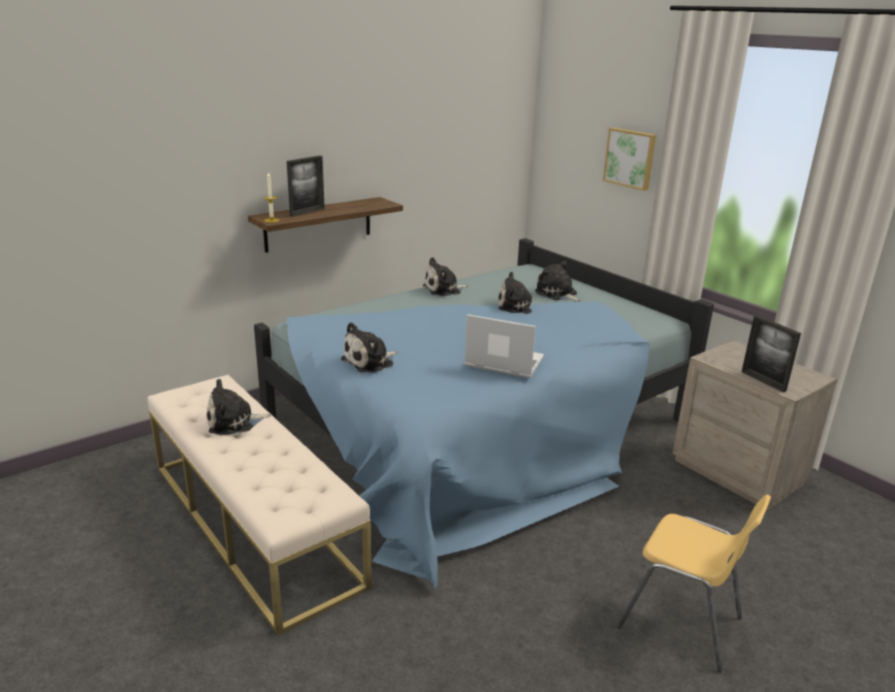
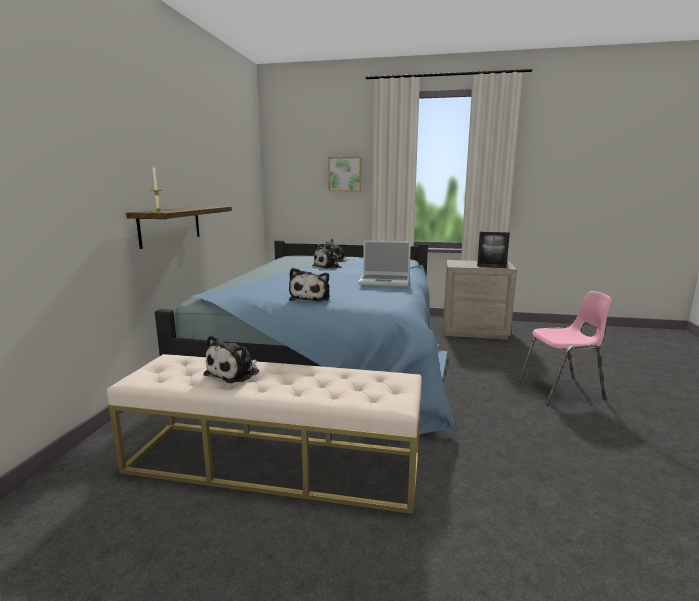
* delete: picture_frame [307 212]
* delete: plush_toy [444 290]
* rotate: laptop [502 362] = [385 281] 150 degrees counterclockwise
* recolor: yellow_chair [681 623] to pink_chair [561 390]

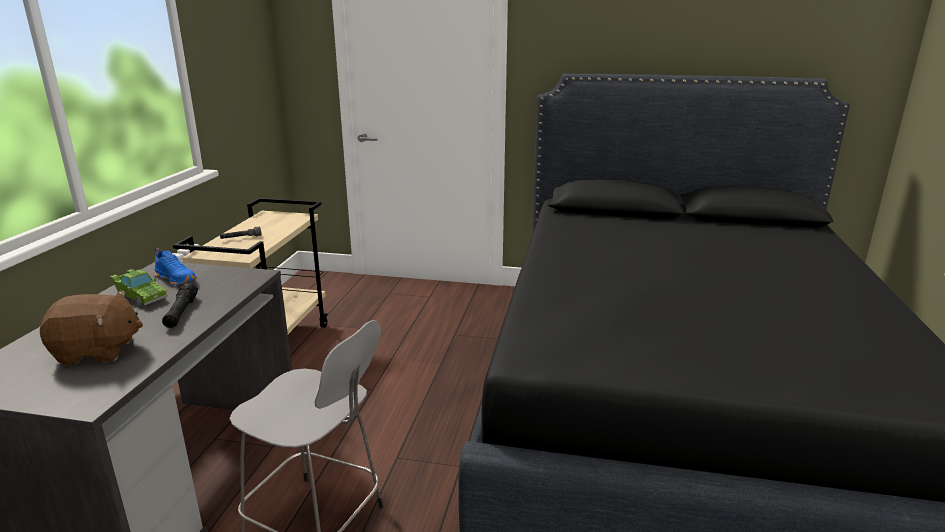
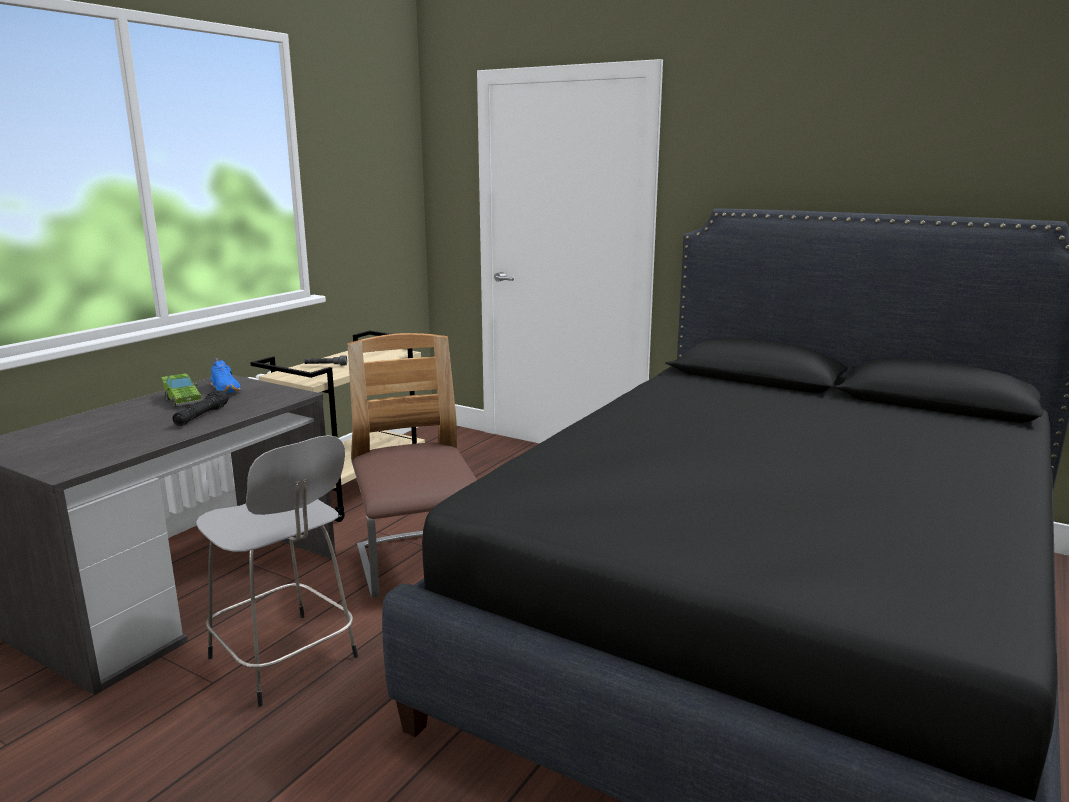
* delete: brown_plush_toy [97 351]
* insert: chair [418 566]

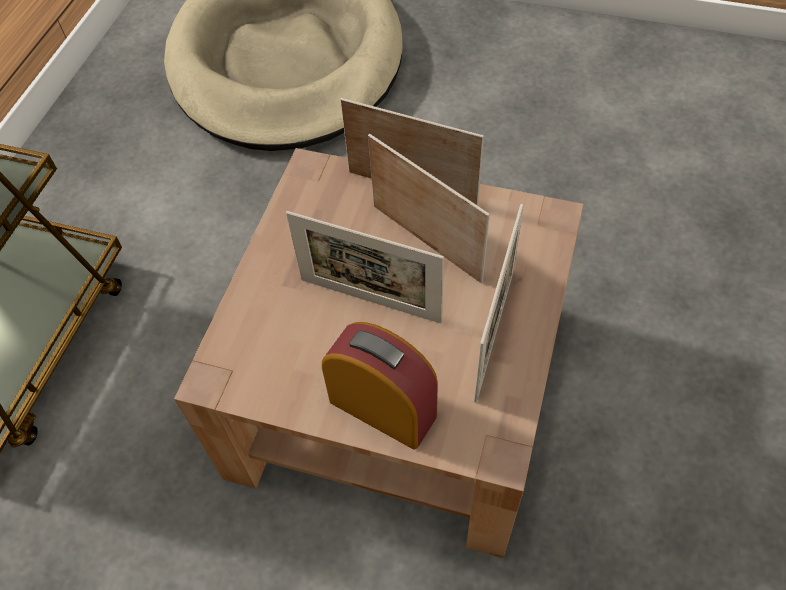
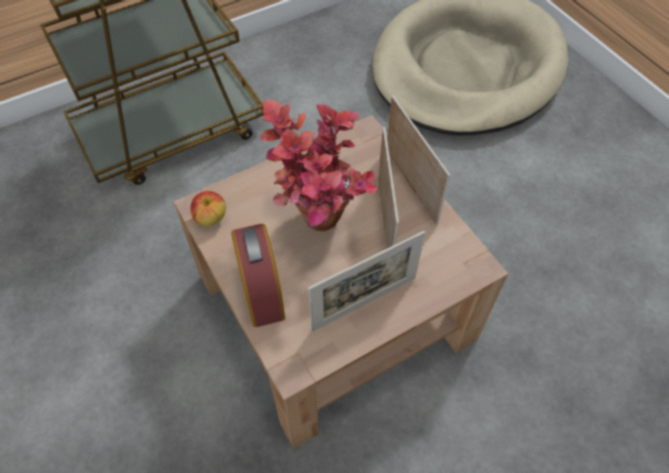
* replace: picture_frame [370 300] to potted_plant [318 229]
* insert: apple [210 218]

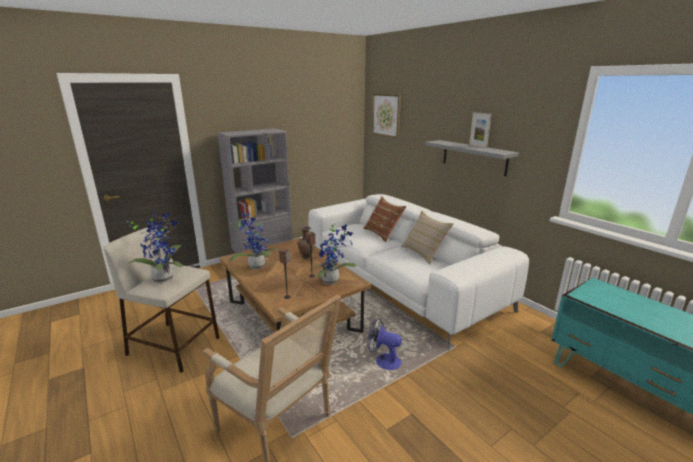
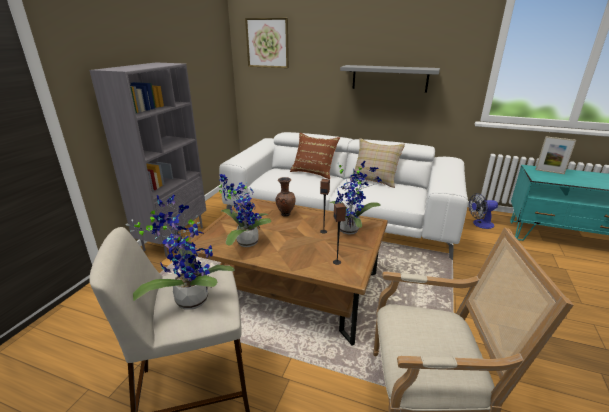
* move: picture_frame [477 146] to [549 172]
* move: fan [383 360] to [480 224]

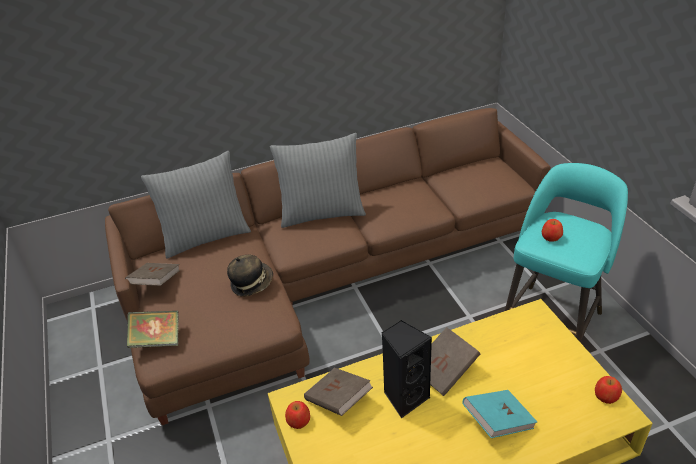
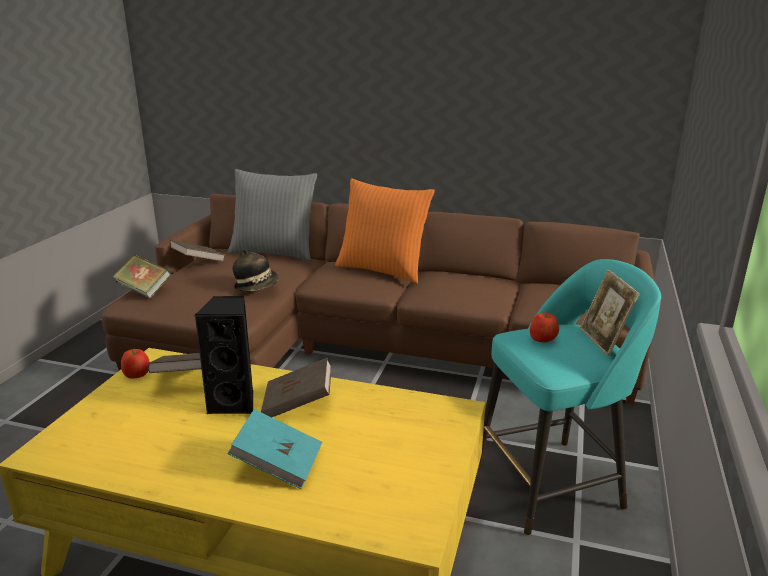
* recolor: grey_pillow [322 213] to orange_pillow [383 269]
* delete: apple [606 396]
* insert: picture_frame [603 341]

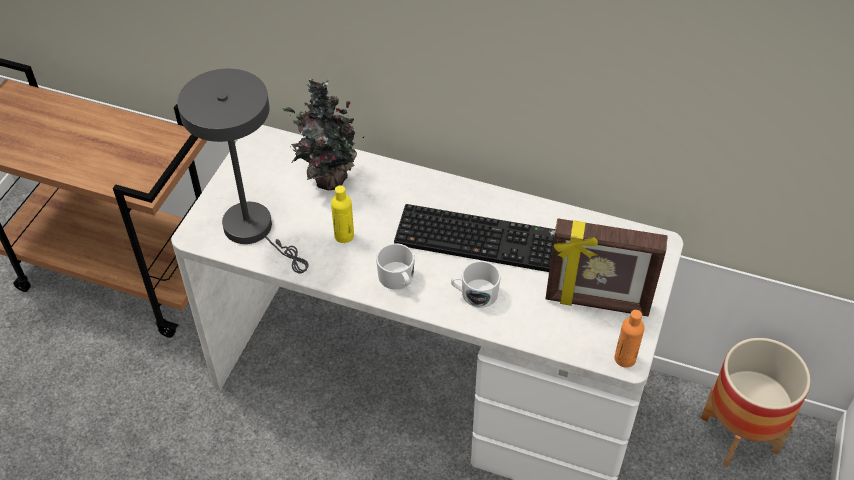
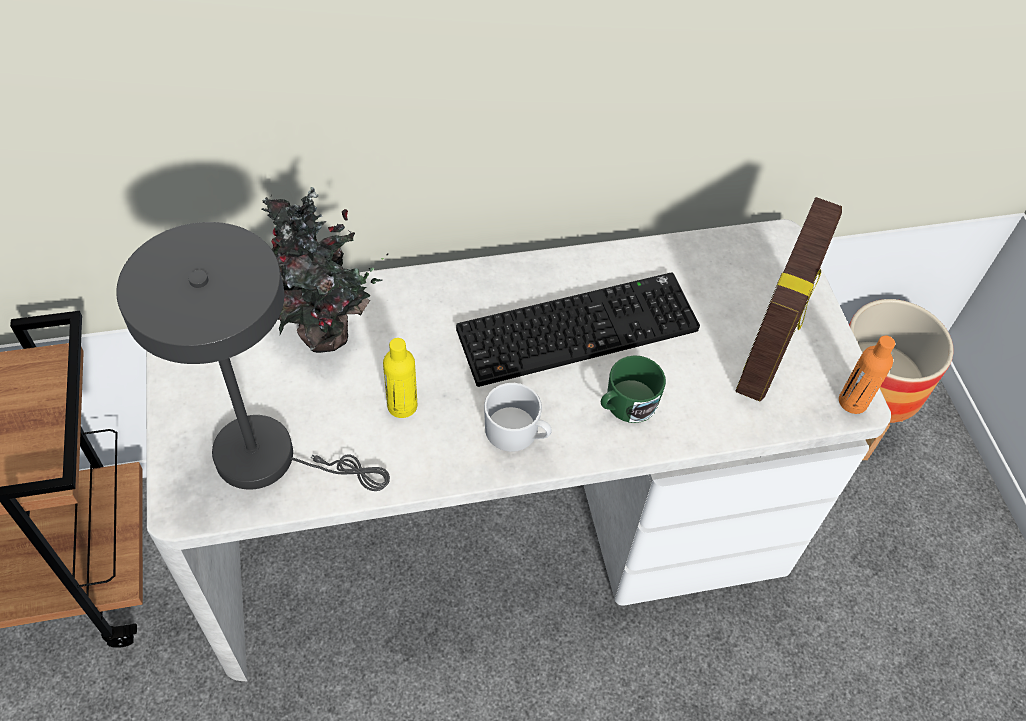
* rotate: picture_frame [597 303] = [771 347] 45 degrees counterclockwise
* recolor: white_mug [474 294] to green_mug [625 405]

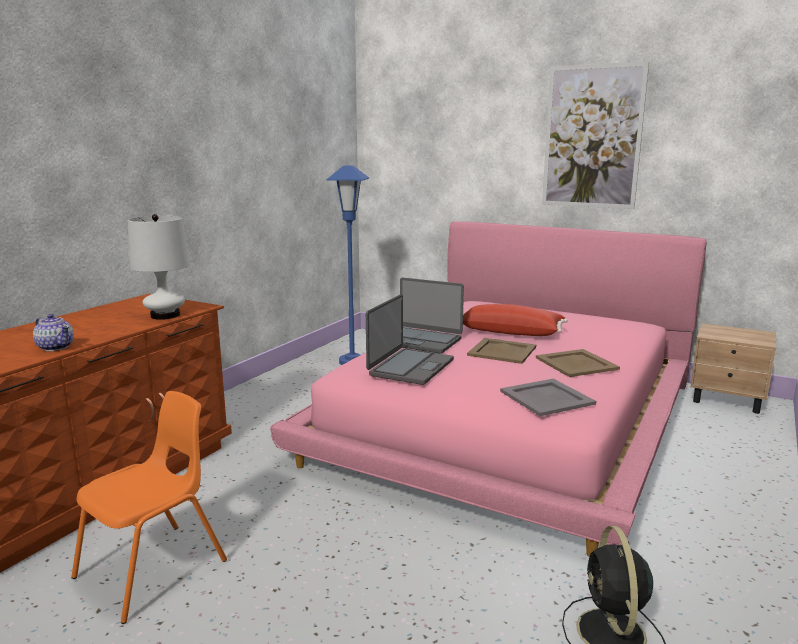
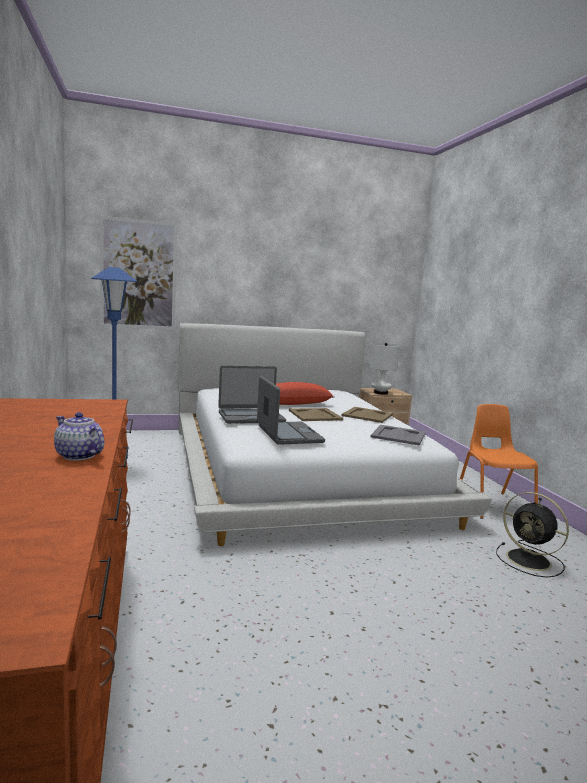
* move: picture [592 137] to [138 274]
* move: white_table_lamp [165 315] to [381 393]
* recolor: pink_bed [509 418] to white_bed [298 470]
* rotate: teapot [55 347] = [79 455] 135 degrees counterclockwise
* move: orange_chair [154 569] to [493 505]

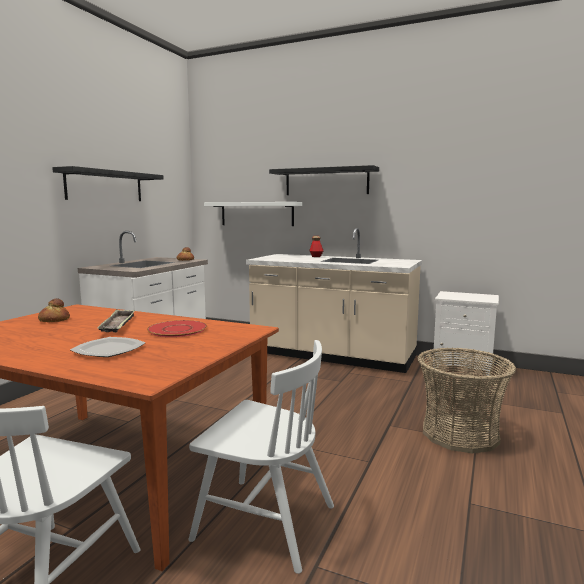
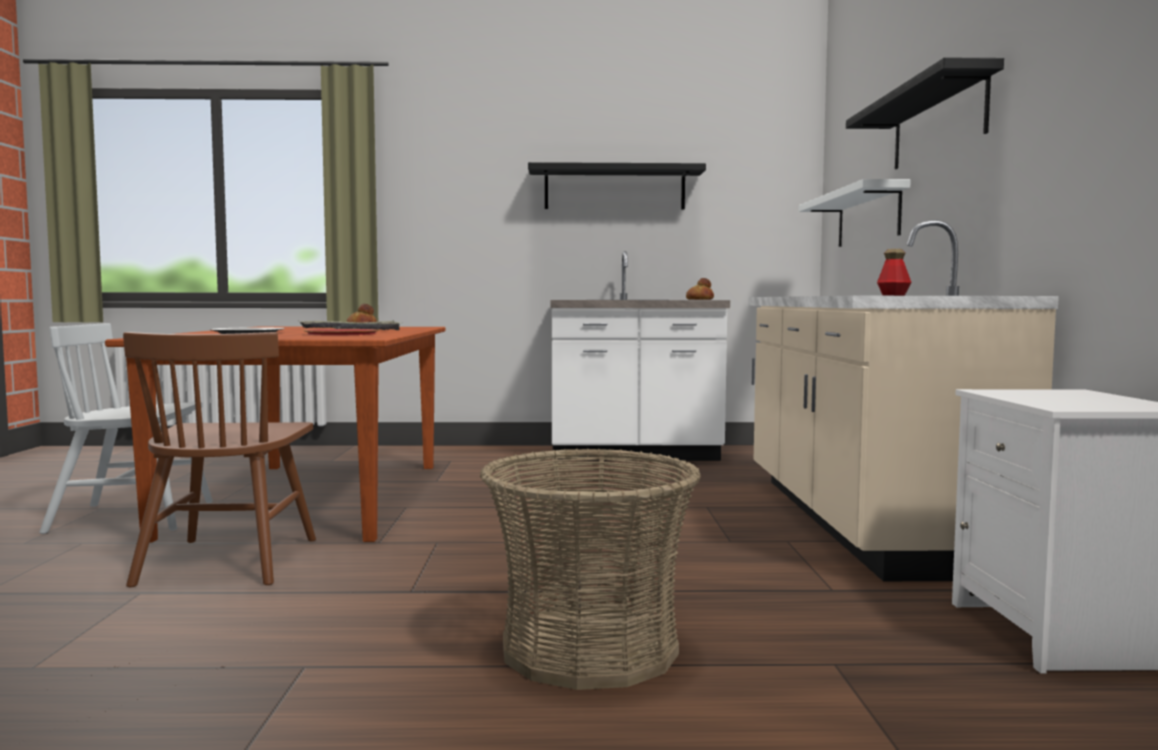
* recolor: white_chair [264 522] to brown_chair [228 561]

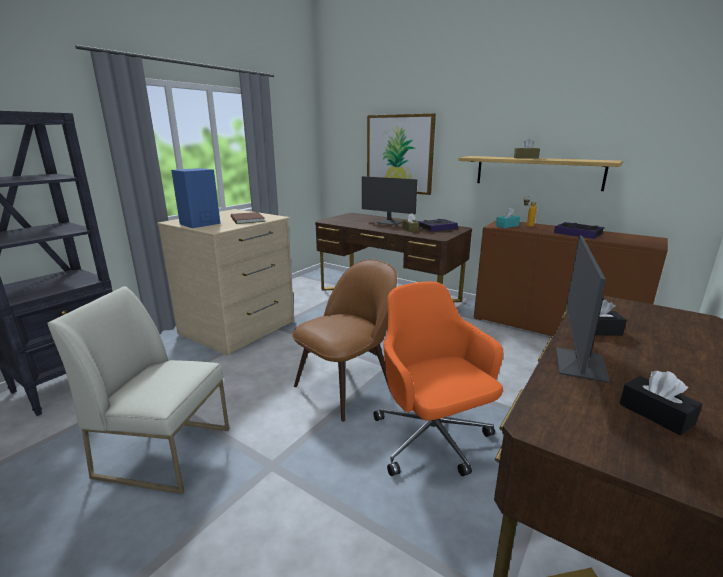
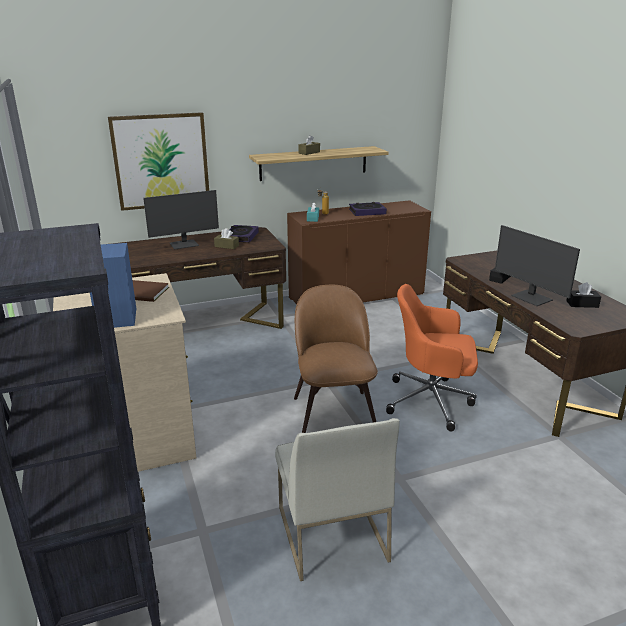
* rotate: white_chair [166 451] = [330 533] 60 degrees counterclockwise

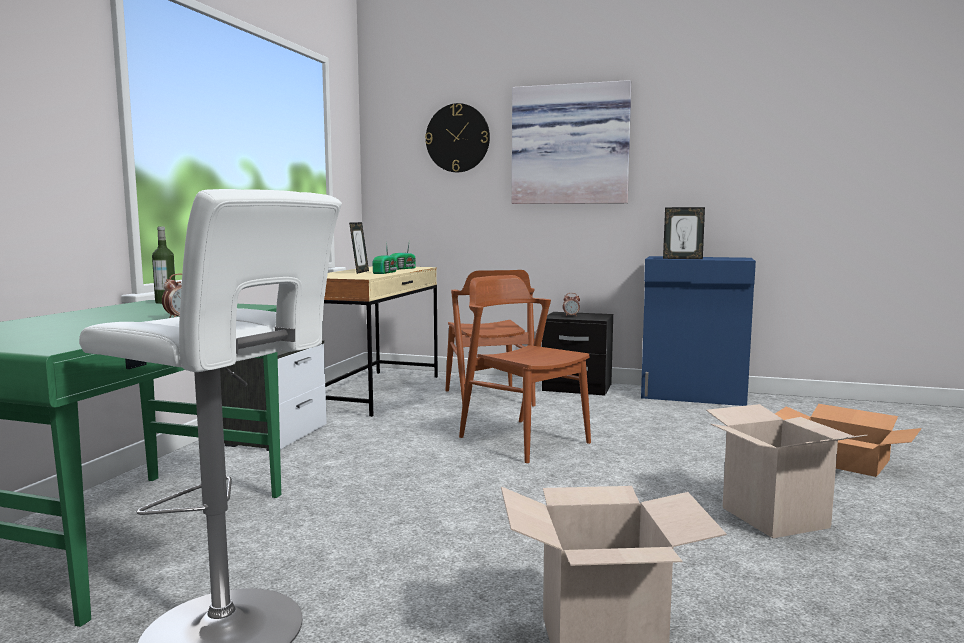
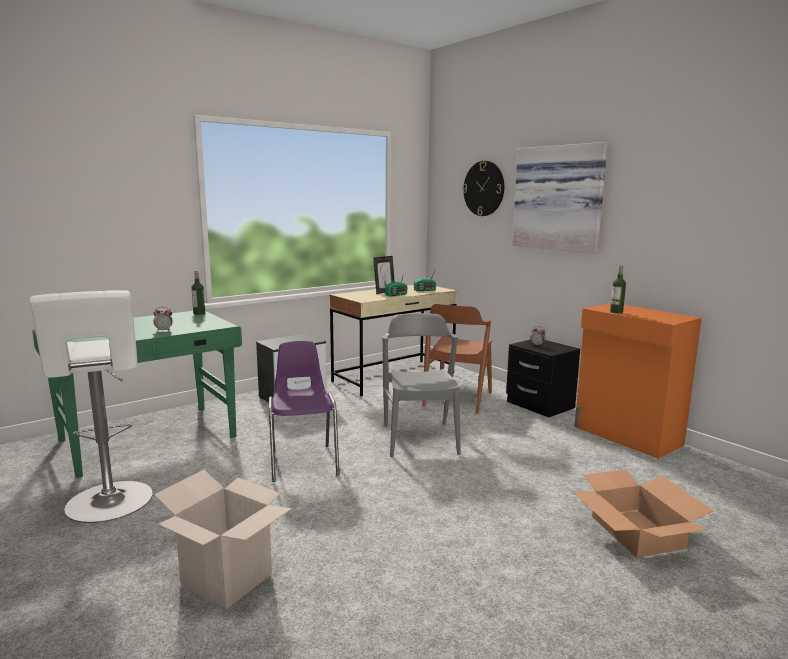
* replace: picture_frame [682 258] to bottle [616 312]
* recolor: blue_cabinet [693 396] to orange_cabinet [627 436]
* recolor: brown_chair [523 440] to grey_chair [420 439]
* delete: cardboard_box [774 517]
* insert: purple_chair [303 462]

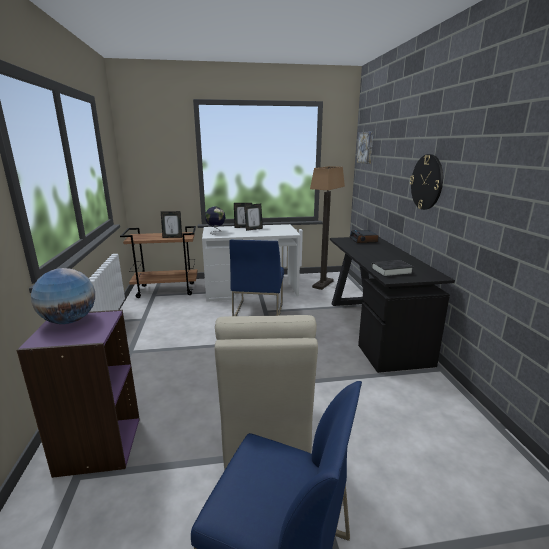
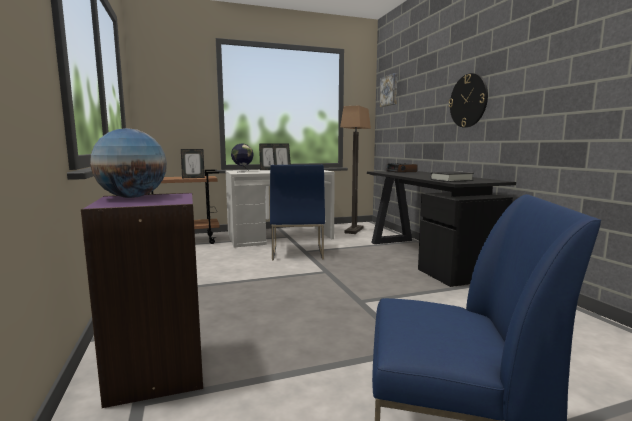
* delete: beige_chair [265 436]

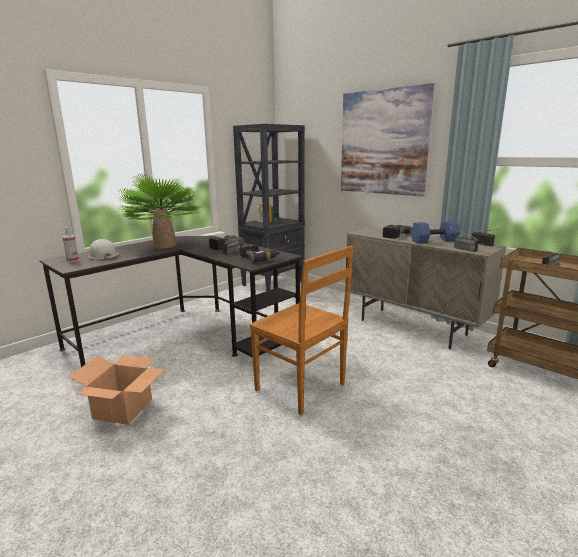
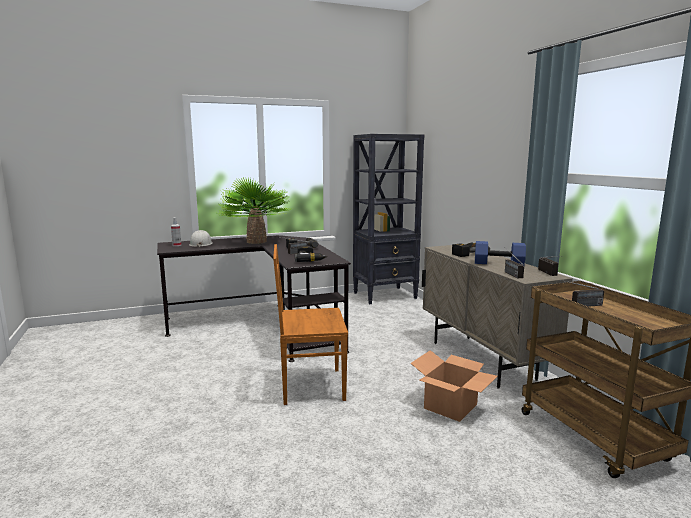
* delete: picture [383 142]
* rotate: brown_chair [302 388] = [310 386] 105 degrees clockwise
* move: cardboard_box [123 408] to [450 406]

